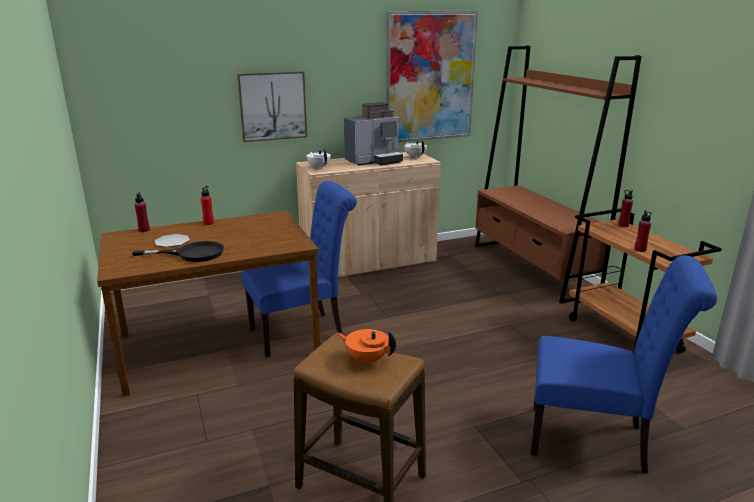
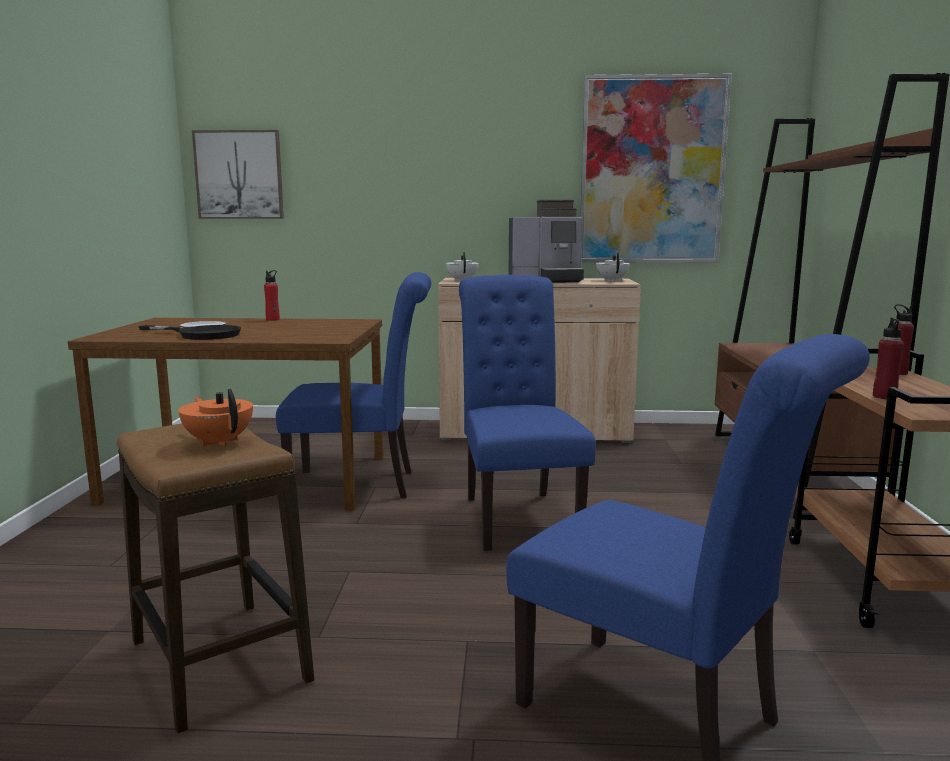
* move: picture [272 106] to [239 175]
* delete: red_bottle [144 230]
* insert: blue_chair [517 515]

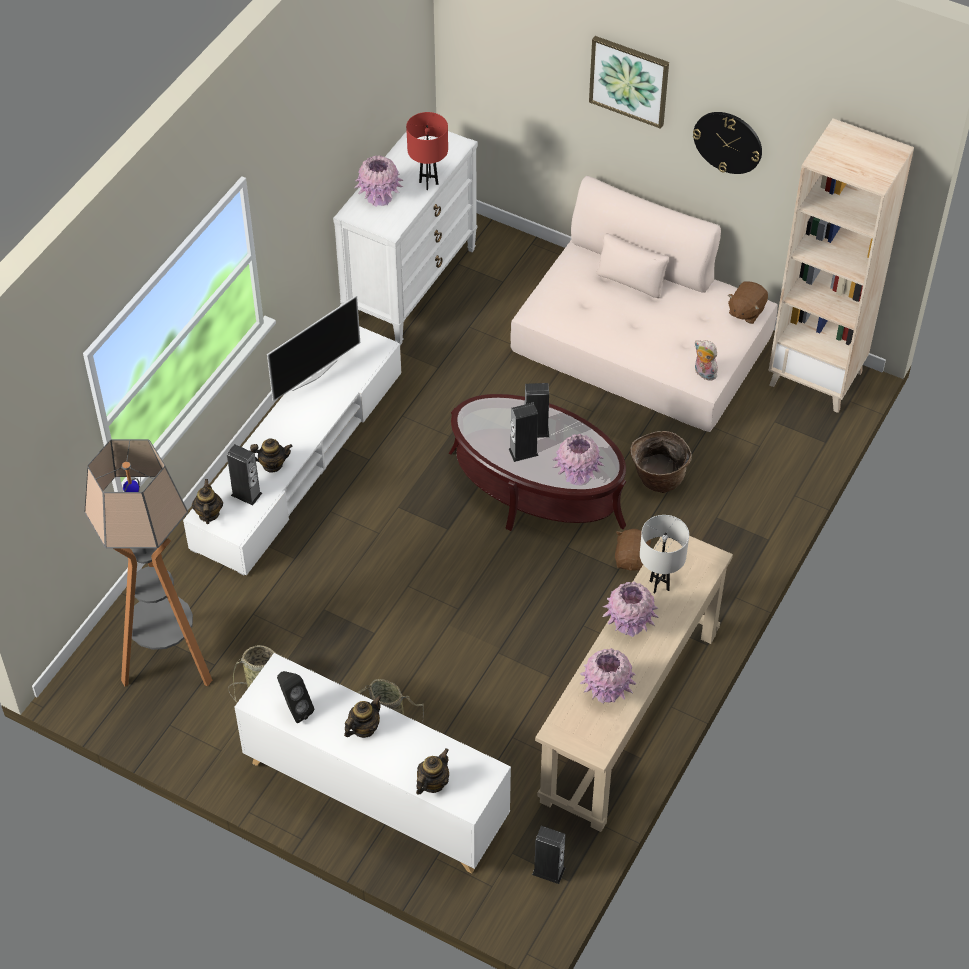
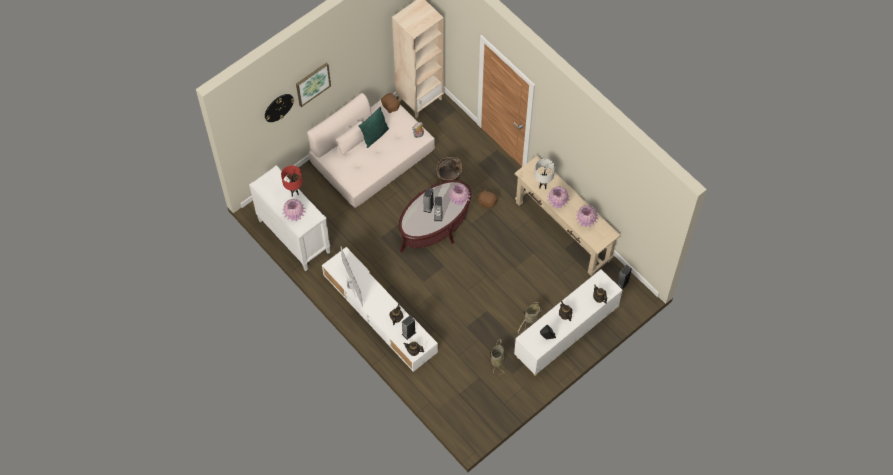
* move: wall_clock [728 142] to [278 107]
* delete: floor_lamp [169 662]
* insert: green_pillow [375 136]

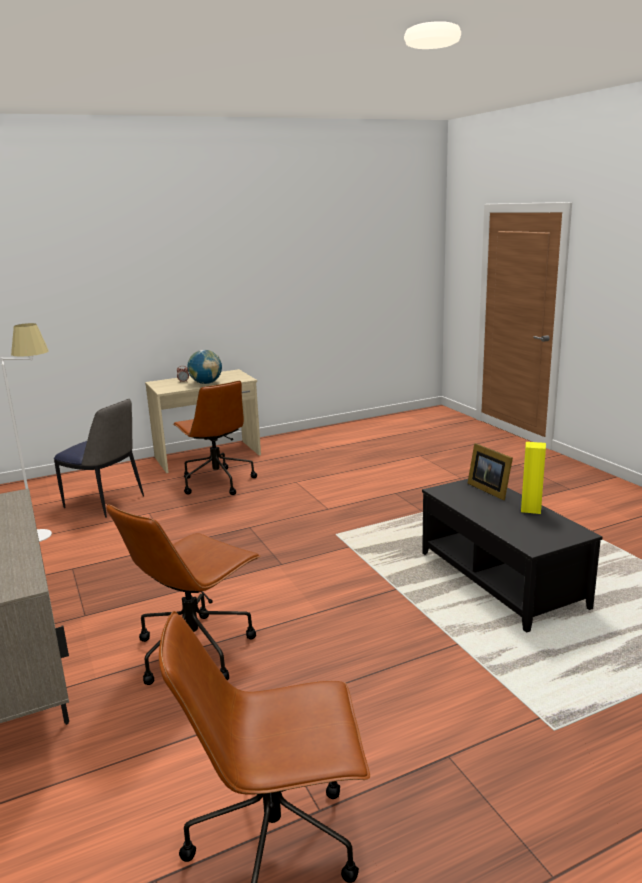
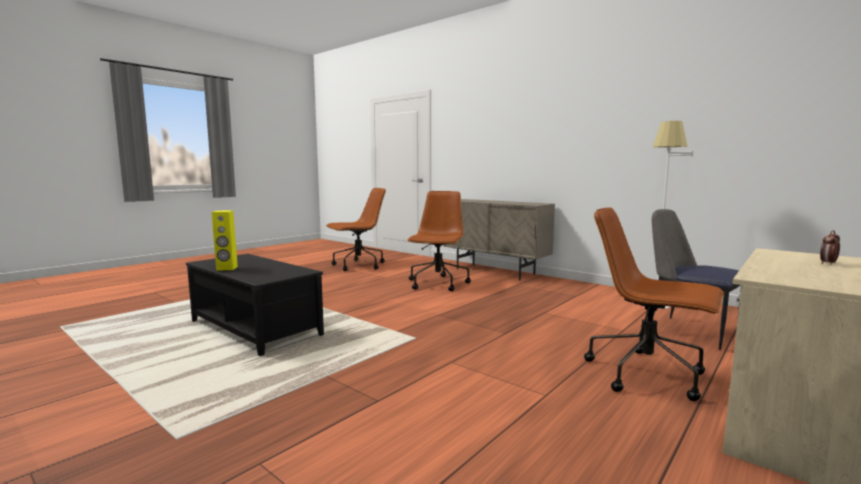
* delete: globe [206 383]
* rotate: chair [106 503] = [689 332] 45 degrees clockwise
* delete: picture_frame [489 489]

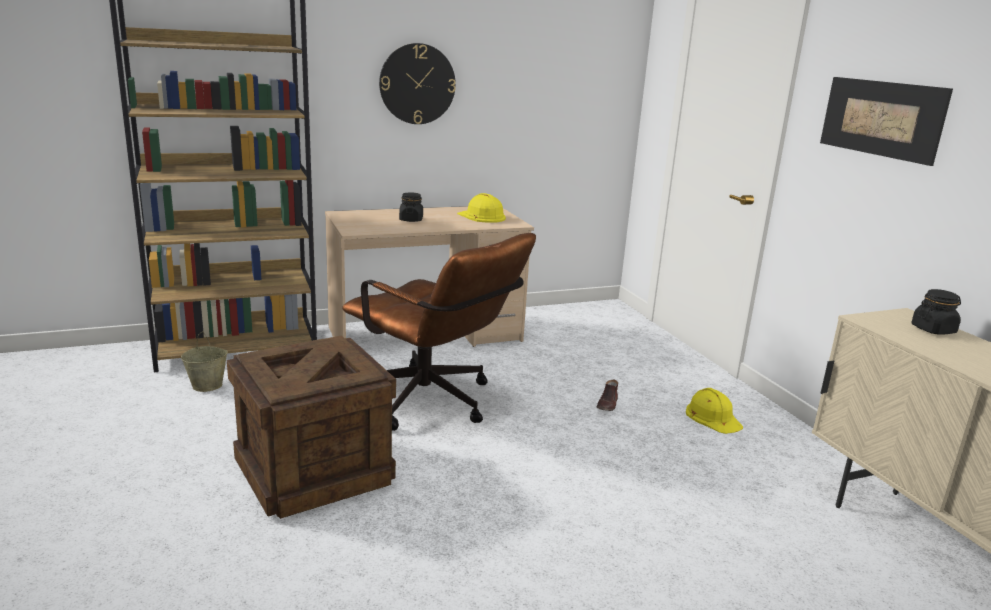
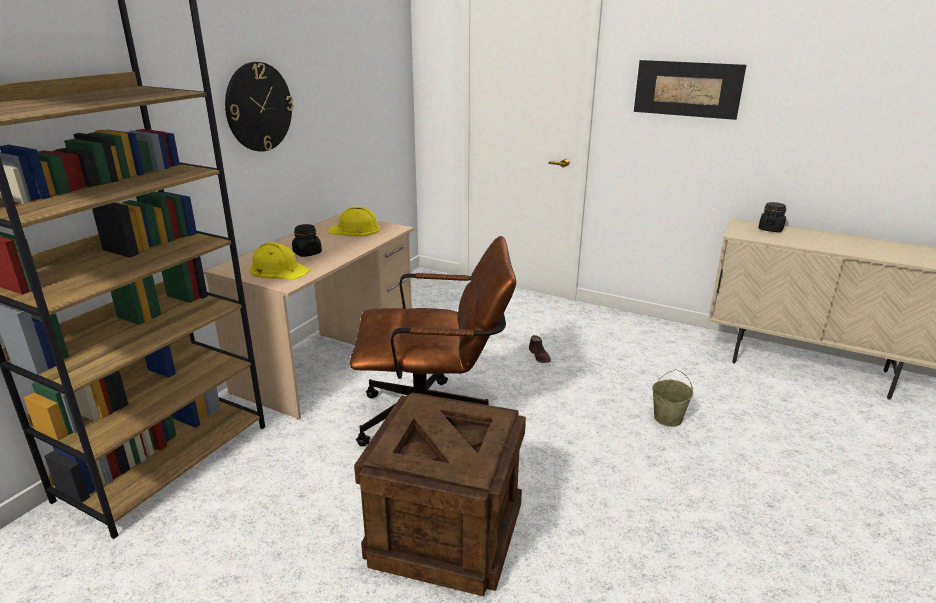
* move: beige_bucket [208 385] to [668 418]
* move: yellow_hard_hat [713 417] to [279 269]

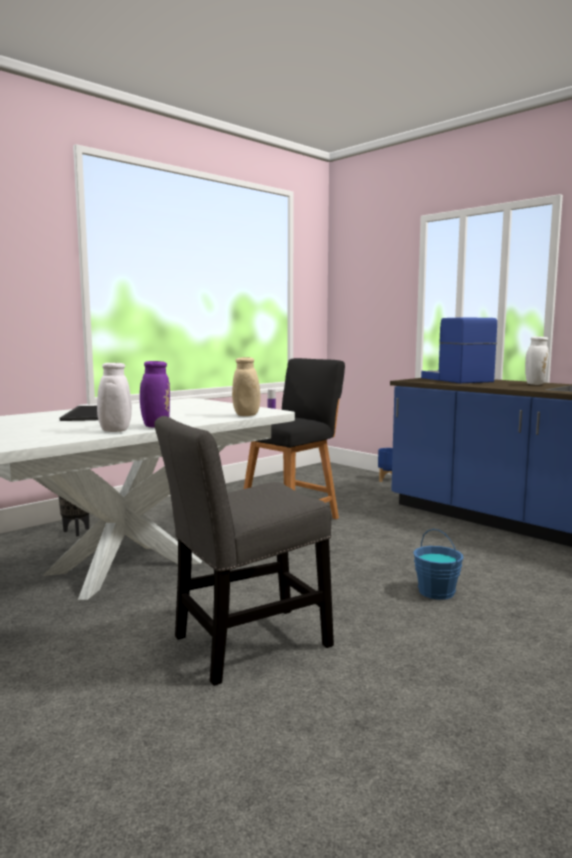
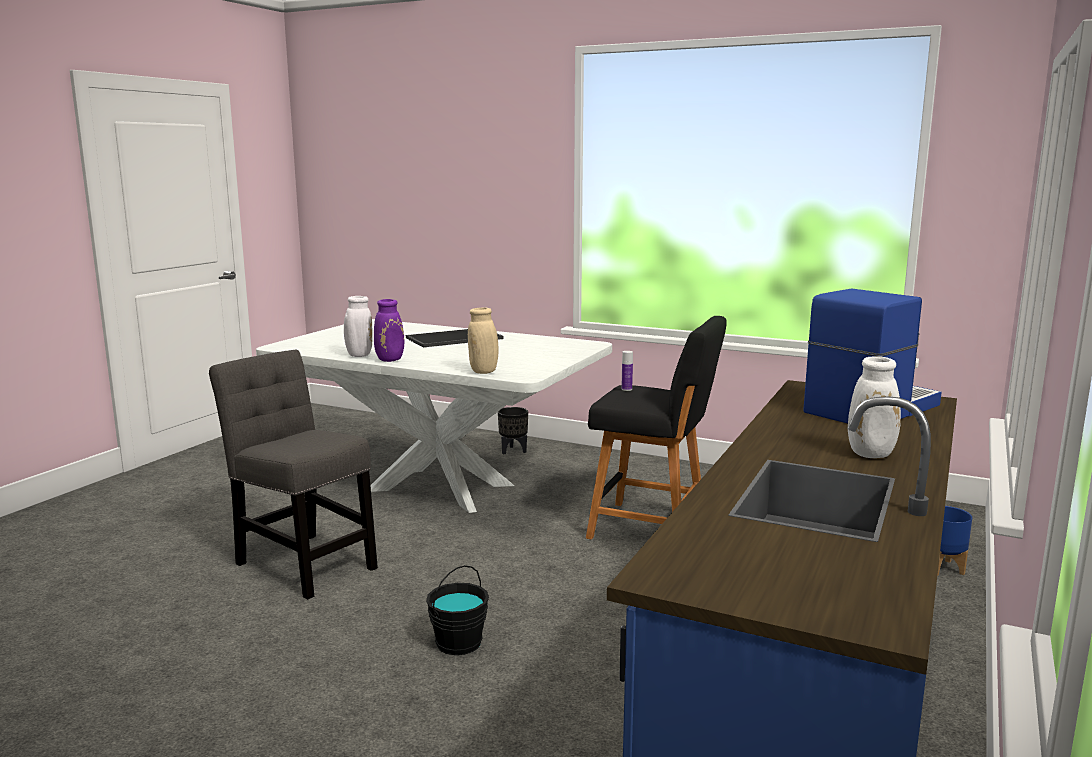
* recolor: blue_bucket [436 592] to black_bucket [458 642]

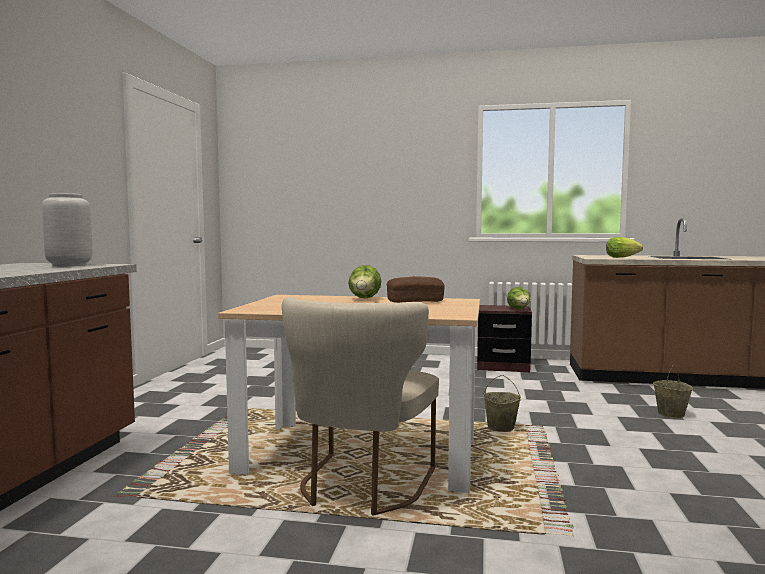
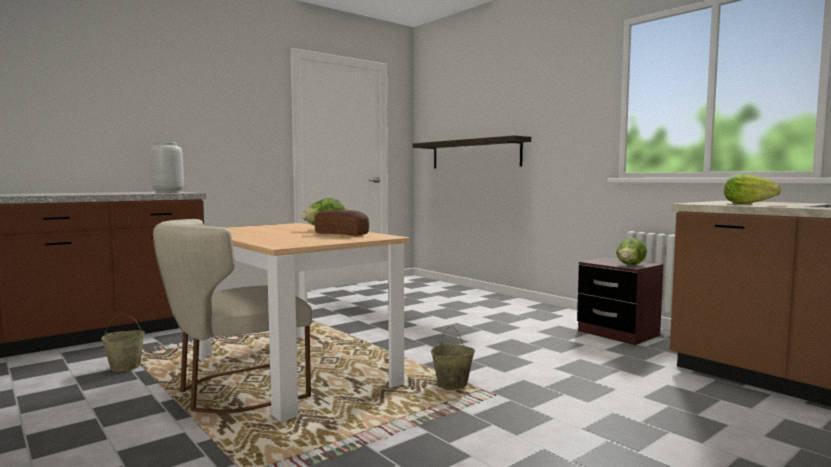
* move: beige_bucket [670 414] to [126 367]
* insert: shelf [475 154]

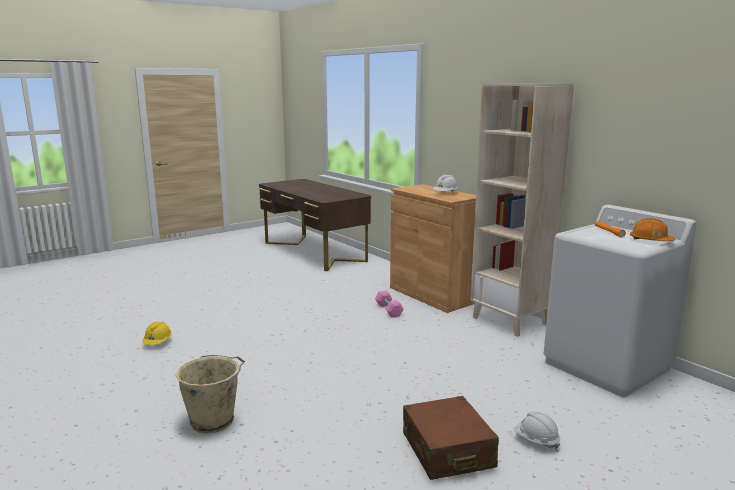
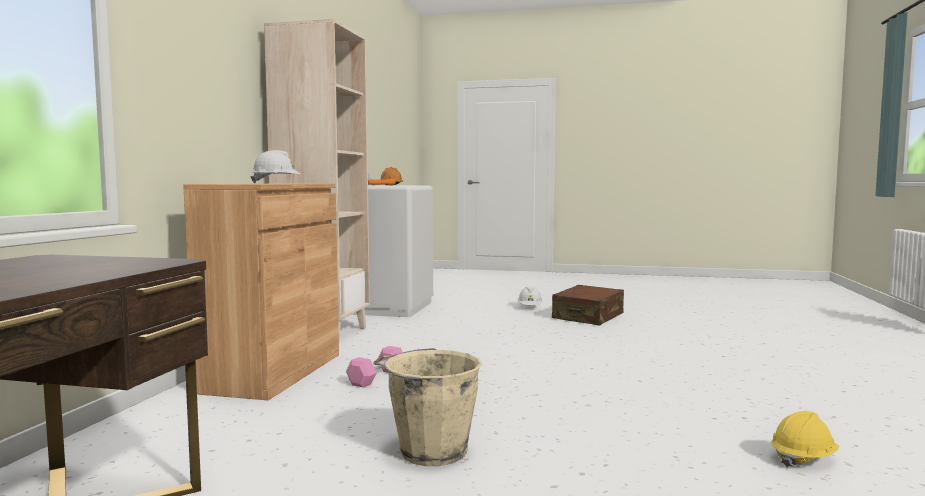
* move: beige_bucket [214 420] to [430 451]

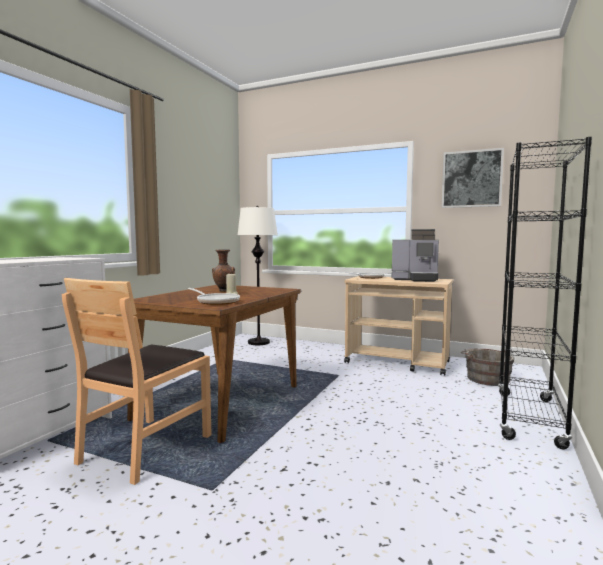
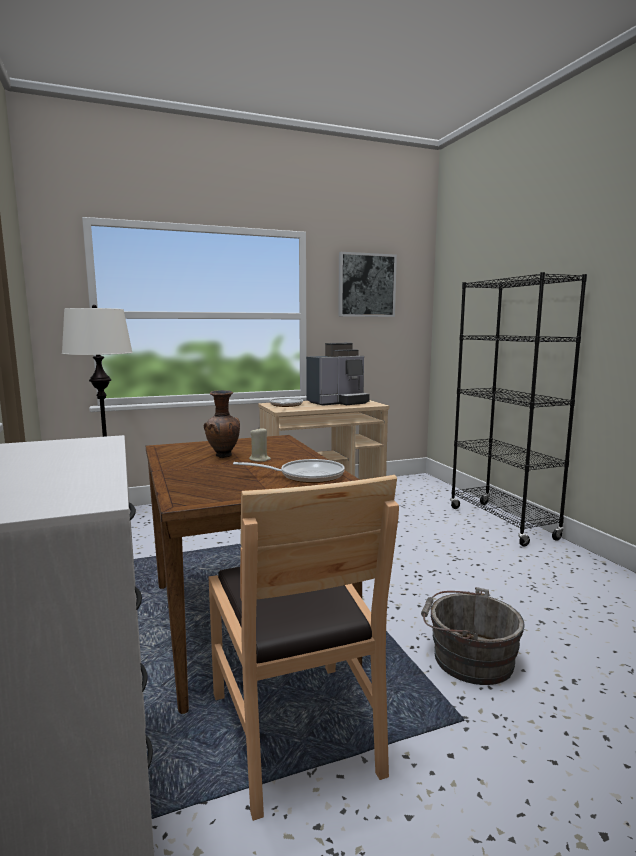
* move: grey_bucket [486 378] to [468 658]

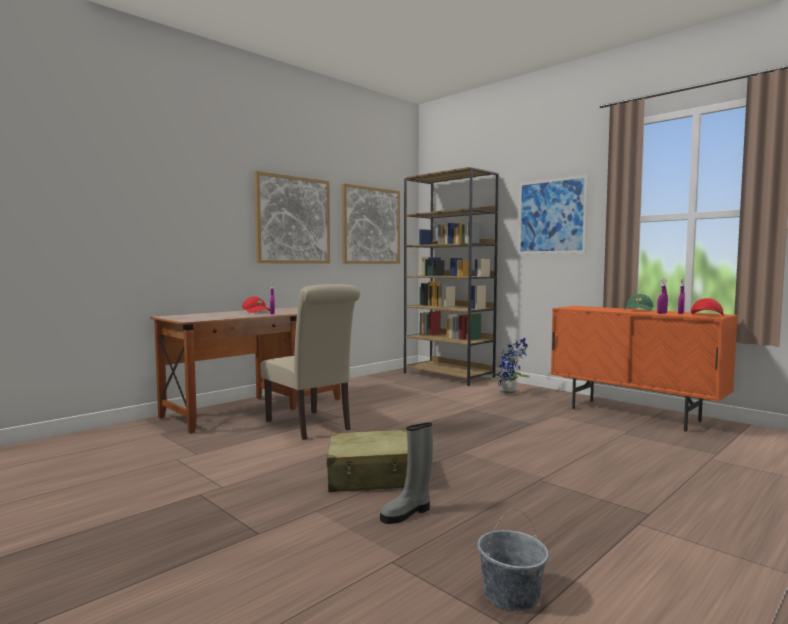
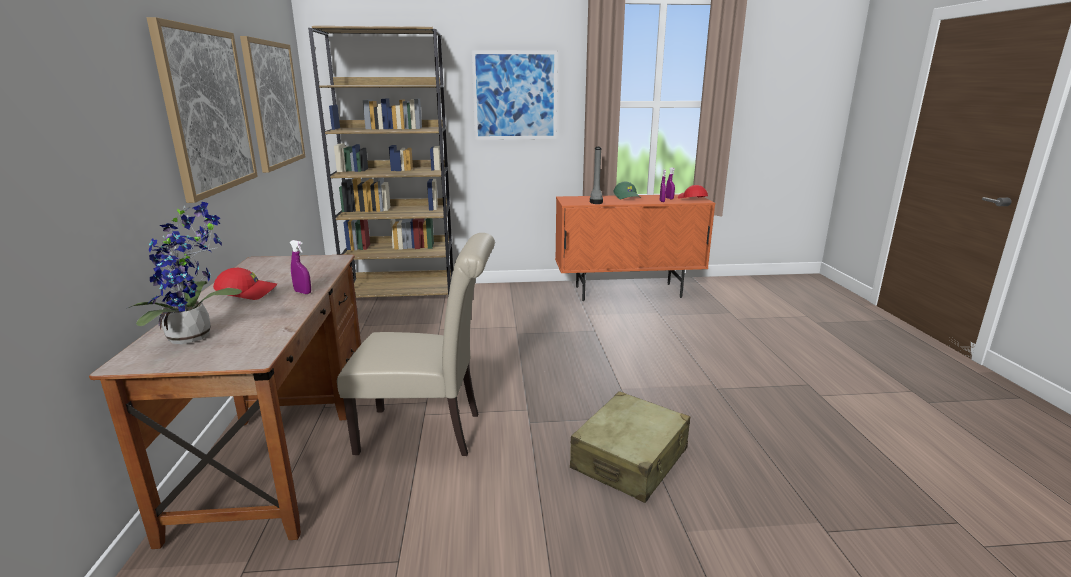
* move: potted_plant [510 393] to [196 336]
* move: grey_boot [407 513] to [596 200]
* delete: grey_bucket [510 595]

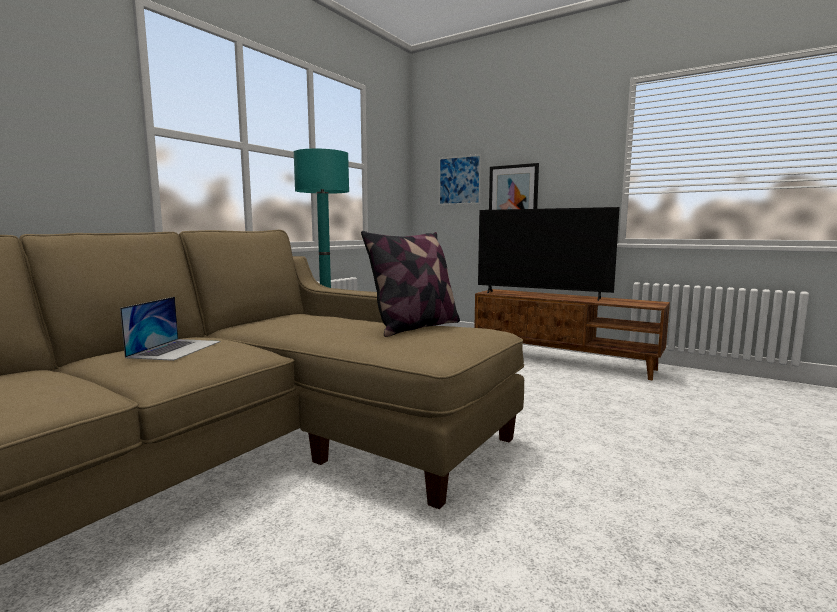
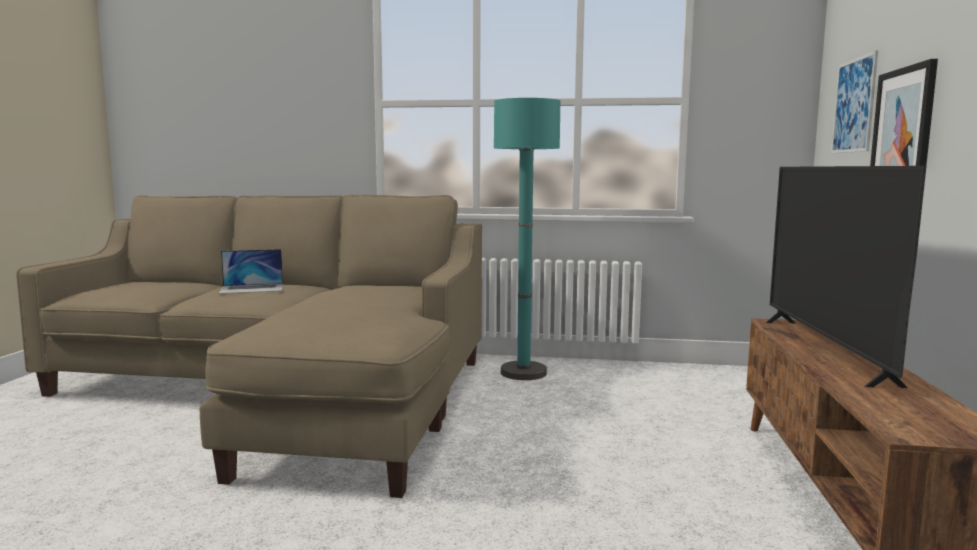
* delete: pillow [415 327]

